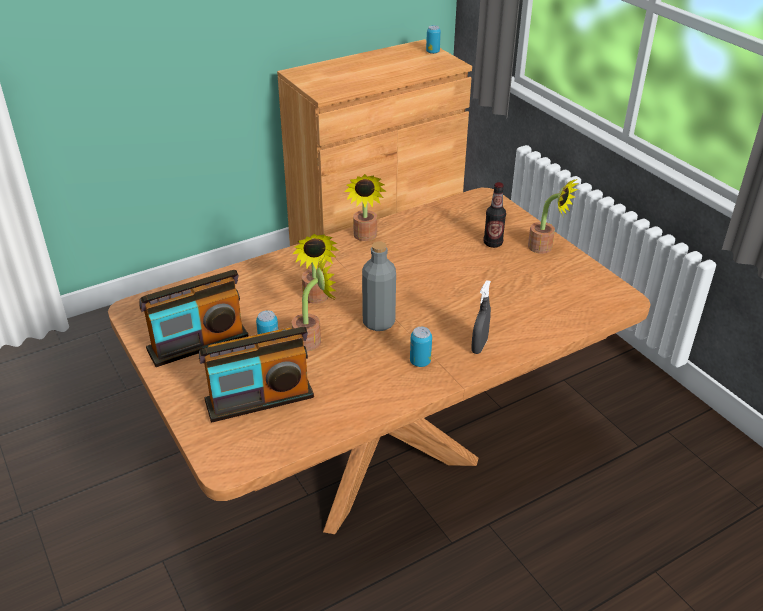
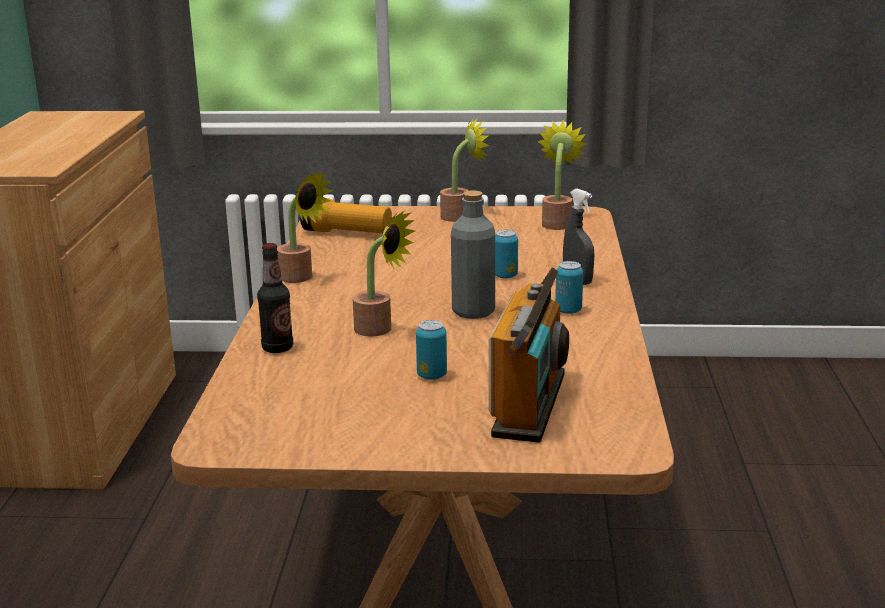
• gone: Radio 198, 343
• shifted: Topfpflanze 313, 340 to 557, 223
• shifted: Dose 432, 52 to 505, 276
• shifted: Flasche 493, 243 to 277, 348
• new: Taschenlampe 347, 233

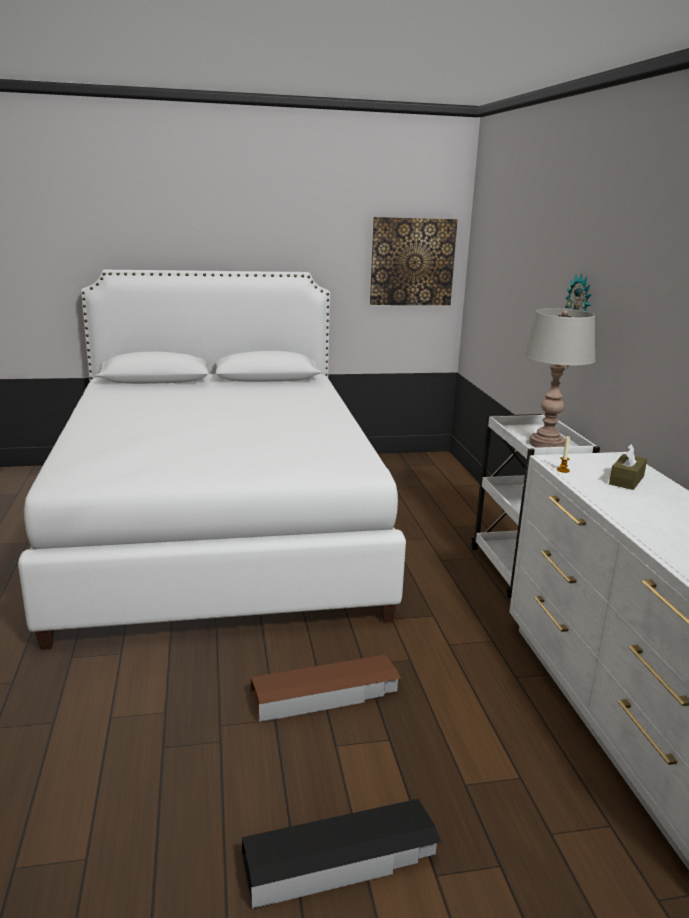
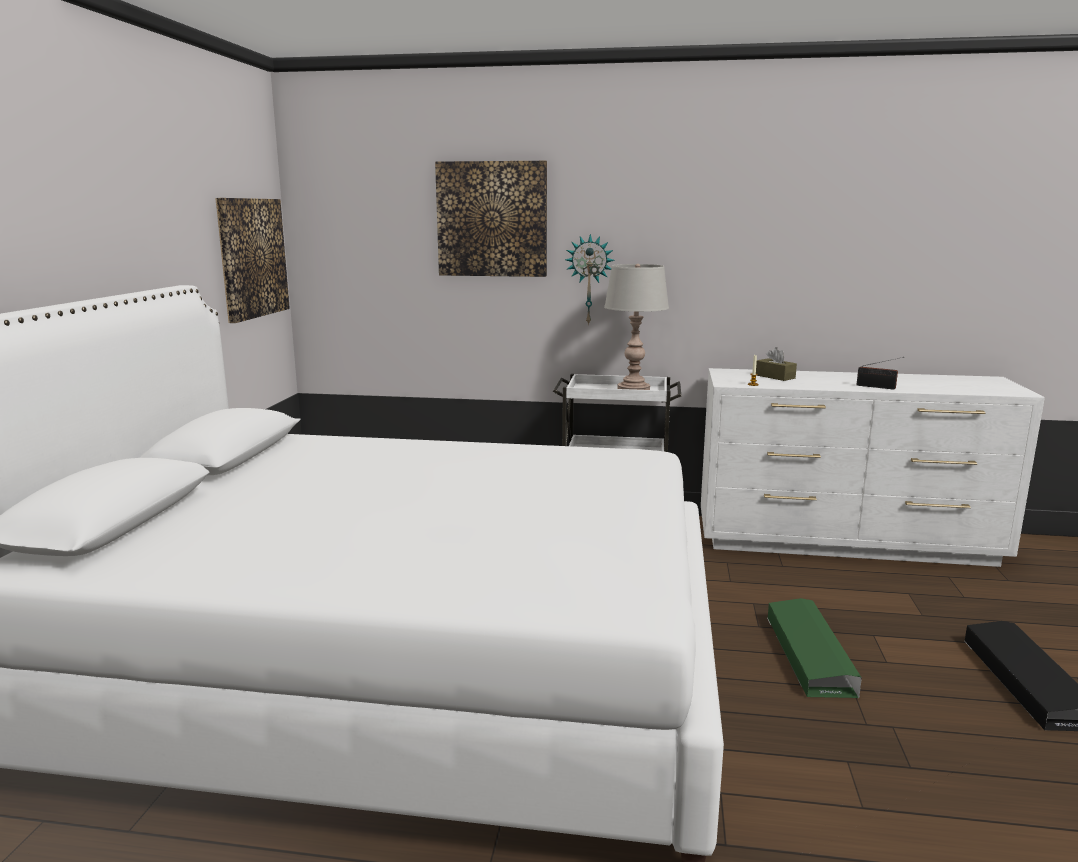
• repainted: Aufbewahrungsbox [braun] 325, 694 to Aufbewahrungsbox [grün] 809, 654
• new: Bild 492, 219
• new: Radio 878, 387

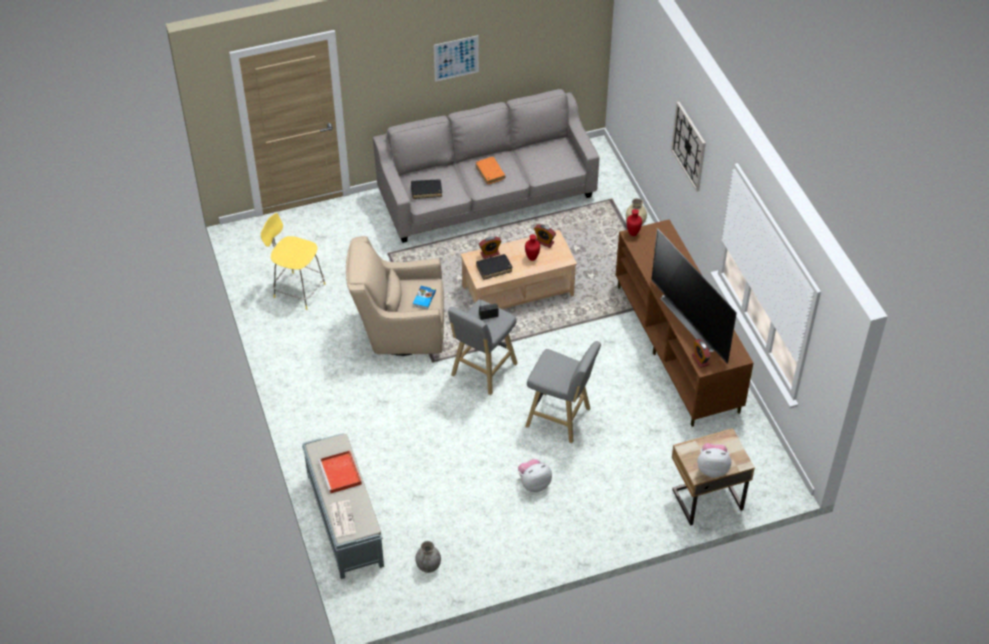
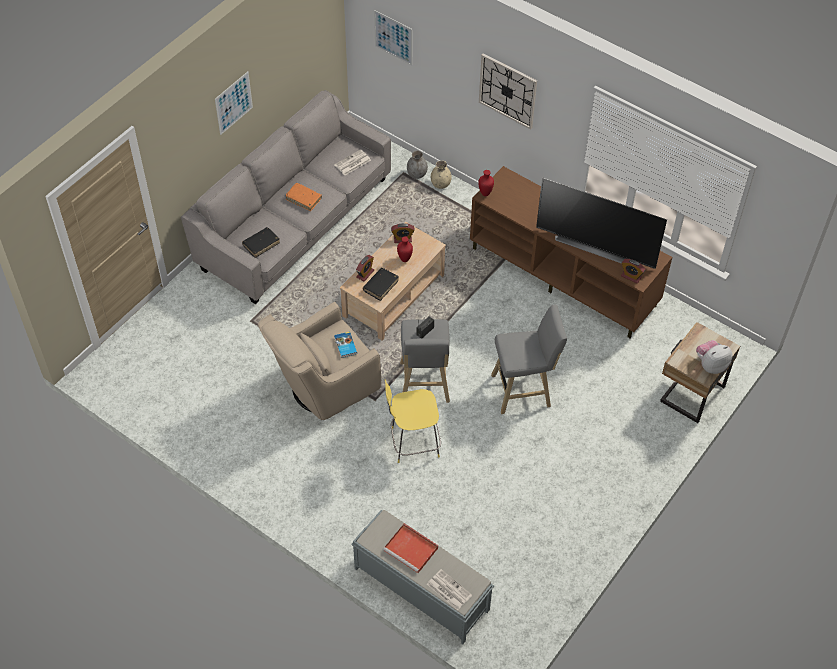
• shifted: Hocker [gelb] 298, 290 to 413, 442
• shifted: Vase [grau] 428, 566 to 417, 174
• gone: Plüschtier 534, 483
• new: Zeitung 352, 163
• new: Bild 393, 37

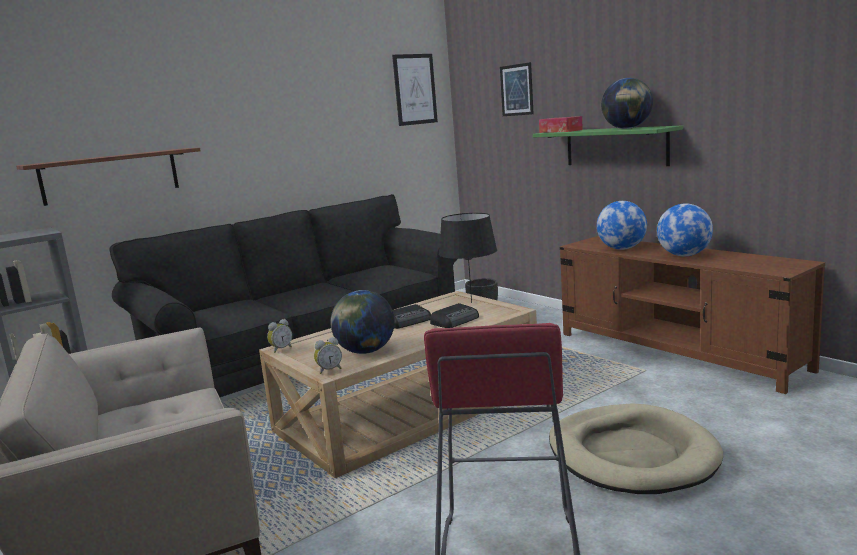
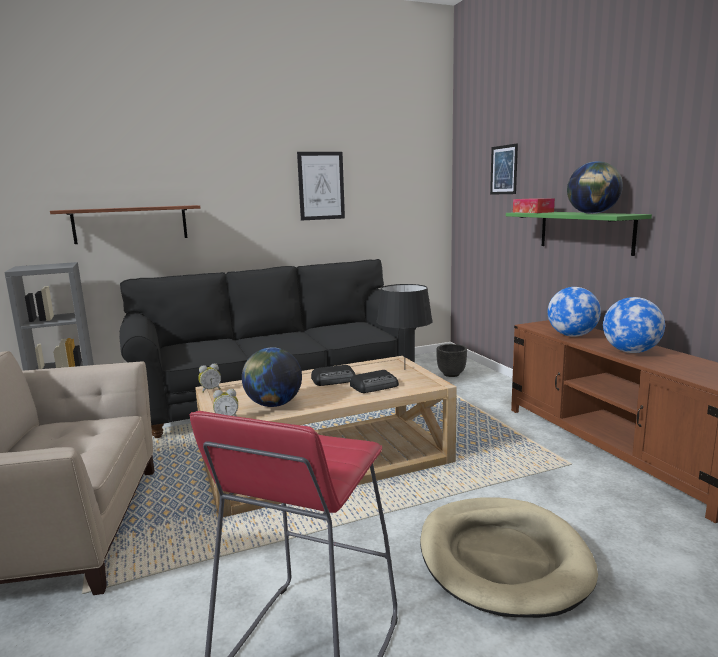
• shifted: Bild 415, 89 to 321, 186

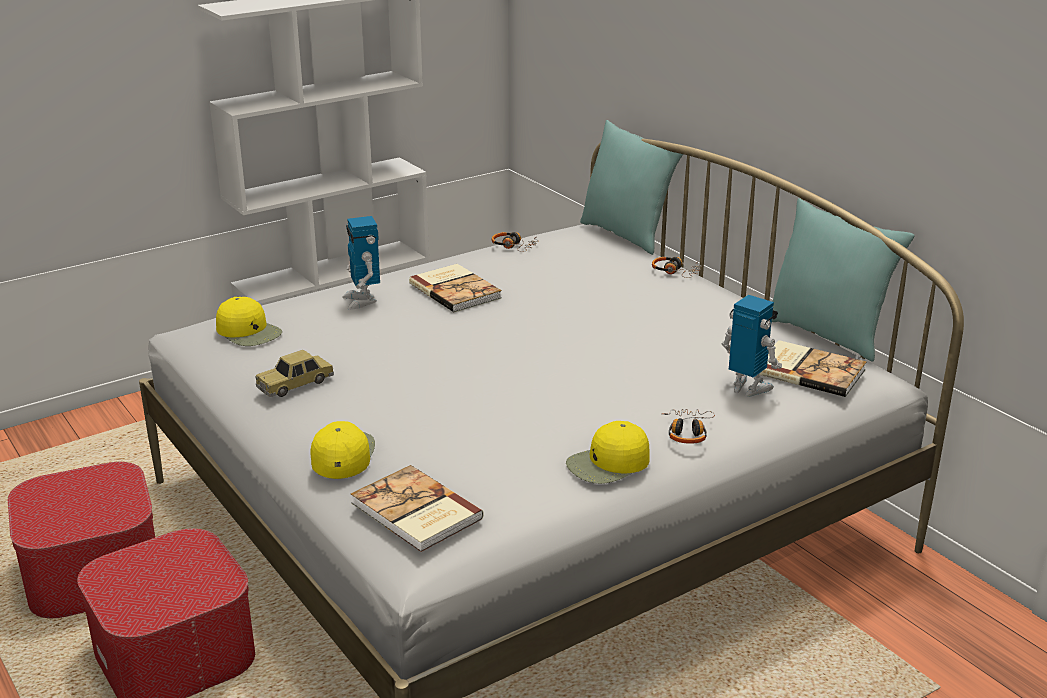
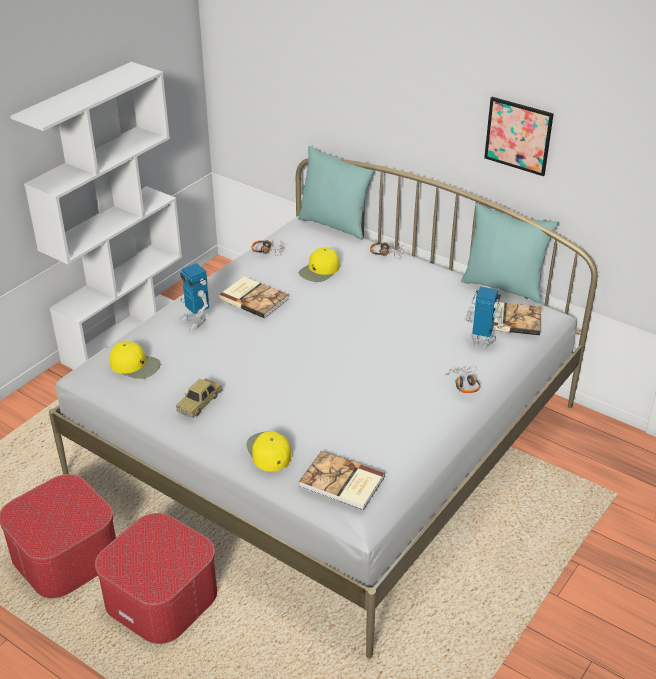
• shifted: Kappe [gelb] 608, 464 to 319, 271
• new: Bild 518, 136

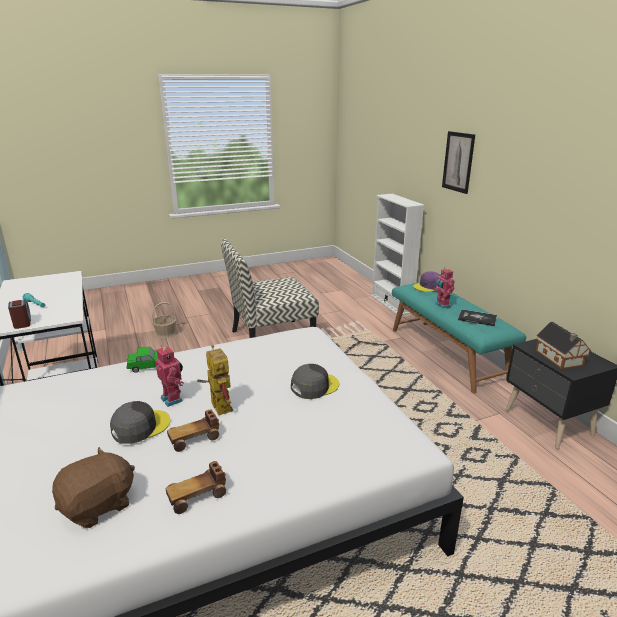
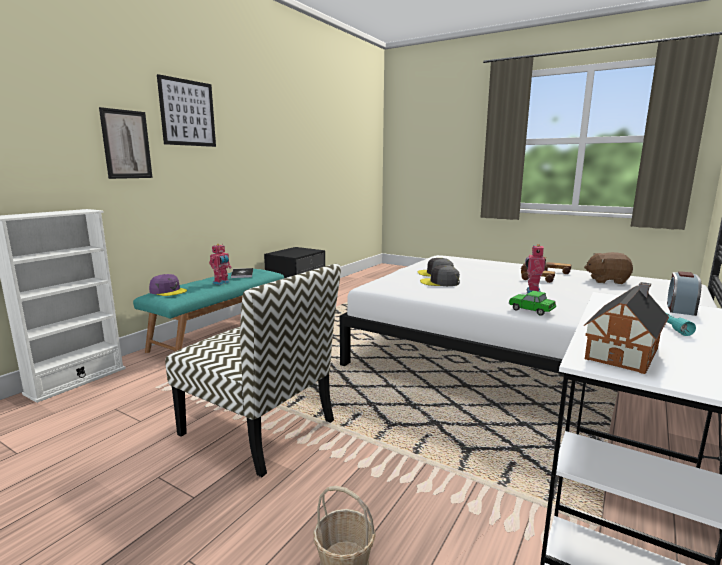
• shifted: Kappe [grau] 140, 427 to 440, 282
• gone: Spielzeugroboter 217, 405
• shifted: Spielzeughaus 560, 358 to 624, 352
• new: Bild 187, 113

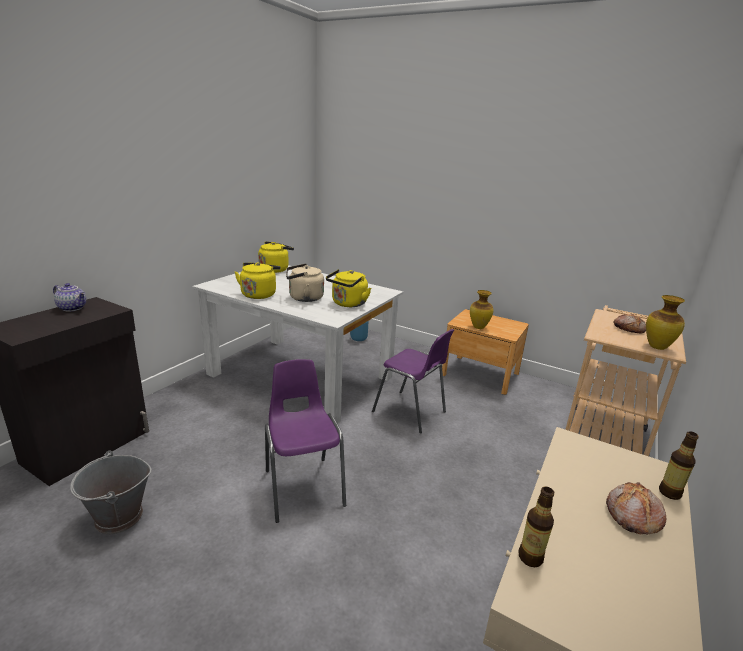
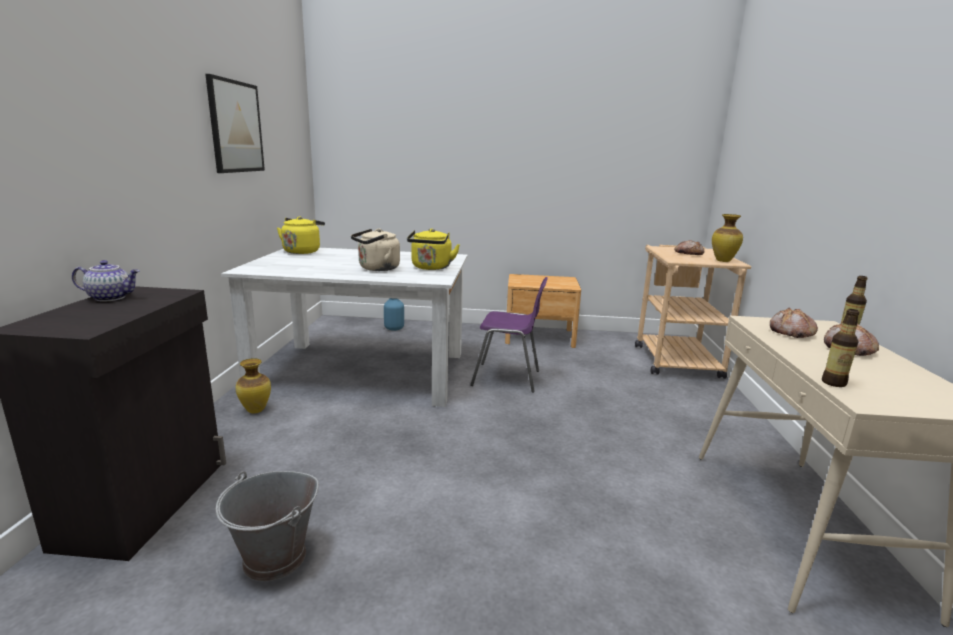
• gone: Wasserkessel [gelb] 259, 294
• gone: Stuhl [lila] 303, 486
• shifted: Vase 478, 327 to 255, 410
• new: Bild 235, 127
• new: Brot 790, 332

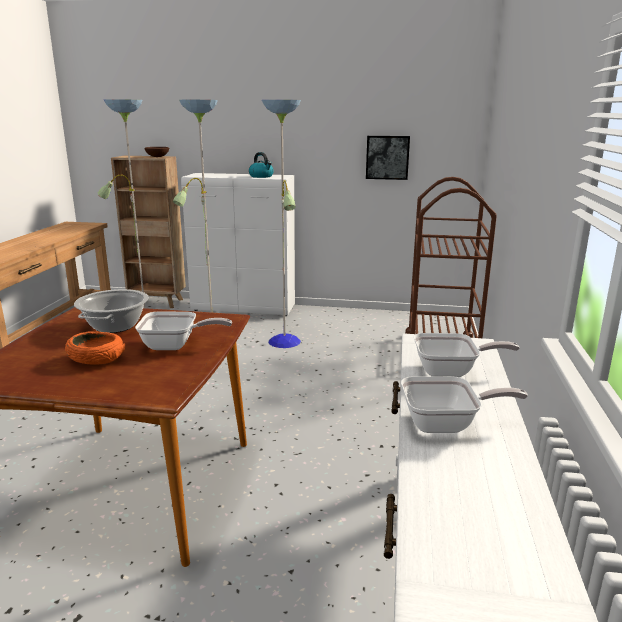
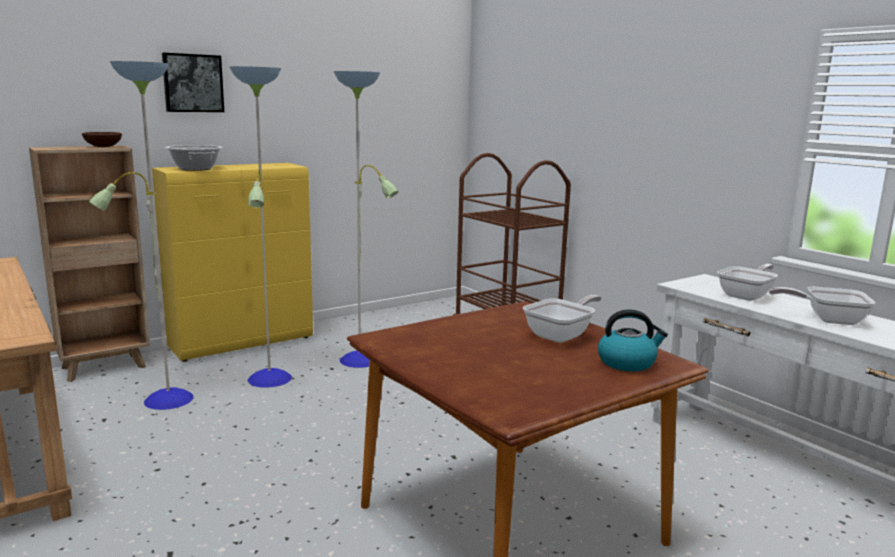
• gone: Schüssel [orange] 97, 359
• shifted: Kochtopf 115, 326 to 195, 169
• repainted: Schrank [weiß] 244, 308 to Schrank [gelb] 243, 343
• shifted: Wasserkessel 261, 176 to 627, 362
• shifted: Bild 387, 157 to 193, 83
• rotated: Pfanne 446, 424 = 827, 319 120 degrees counterclockwise

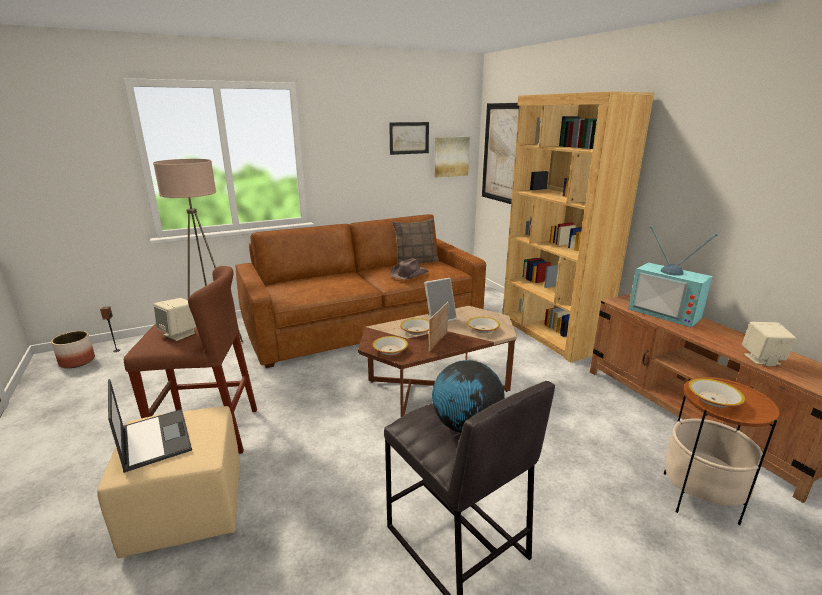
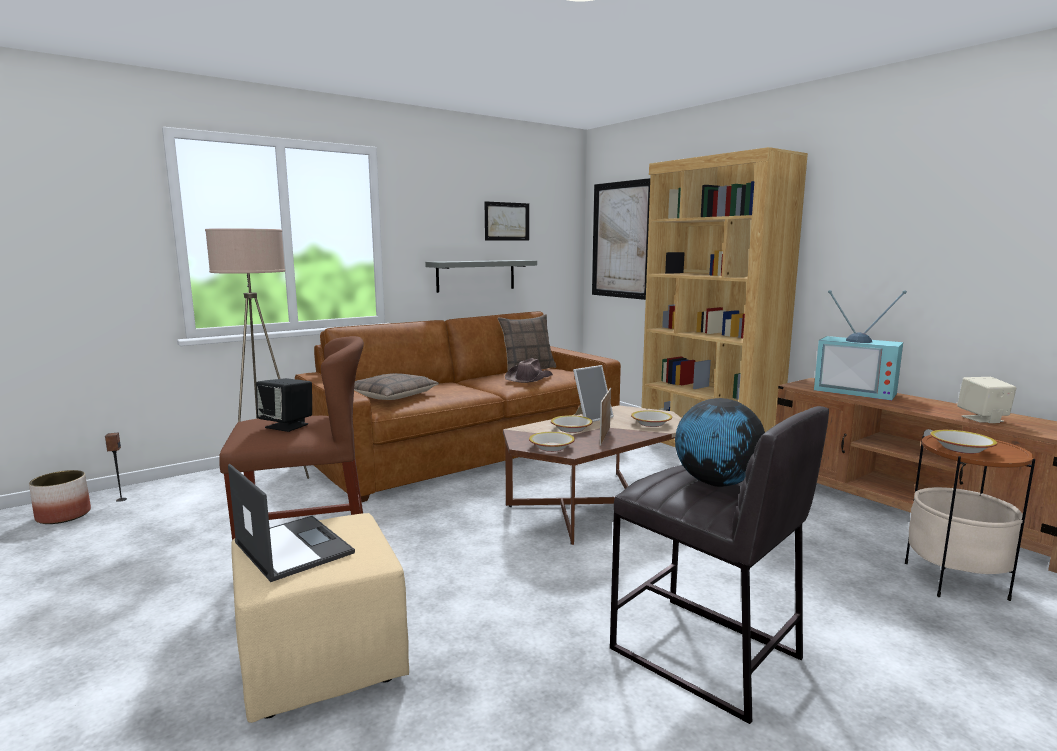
• repainted: Lautsprecher [beige] 180, 334 to Lautsprecher [schwarz] 287, 426
• gone: Bild 451, 156
• new: Kissen 390, 396
• new: Wandregal [grau] 476, 275

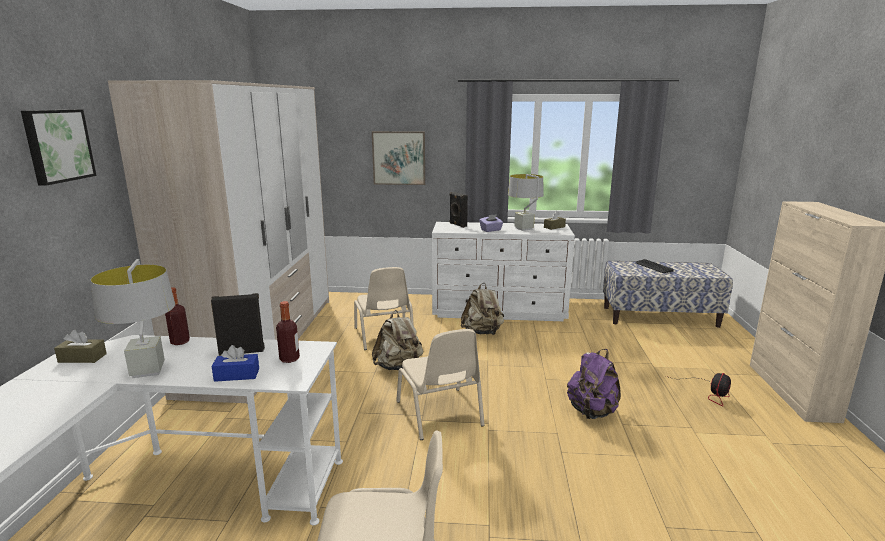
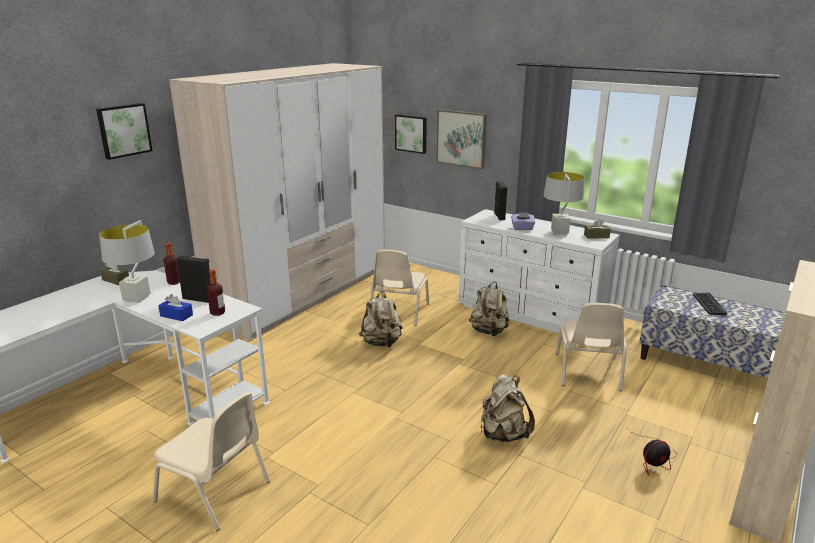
• shifted: Stuhl [beige] 440, 414 to 588, 372
• repainted: Rucksack [lila] 592, 412 to Rucksack [beige] 503, 434
• new: Bild 411, 133

